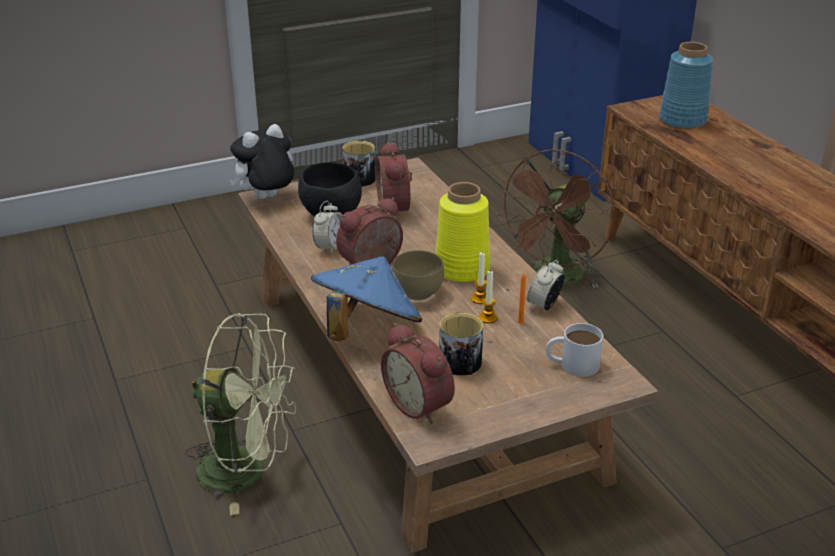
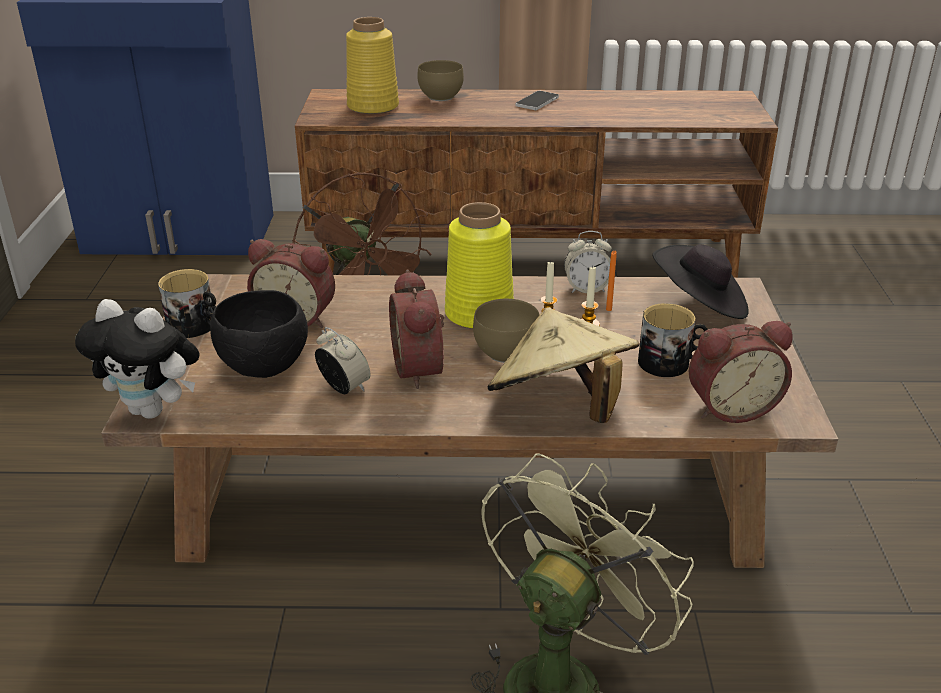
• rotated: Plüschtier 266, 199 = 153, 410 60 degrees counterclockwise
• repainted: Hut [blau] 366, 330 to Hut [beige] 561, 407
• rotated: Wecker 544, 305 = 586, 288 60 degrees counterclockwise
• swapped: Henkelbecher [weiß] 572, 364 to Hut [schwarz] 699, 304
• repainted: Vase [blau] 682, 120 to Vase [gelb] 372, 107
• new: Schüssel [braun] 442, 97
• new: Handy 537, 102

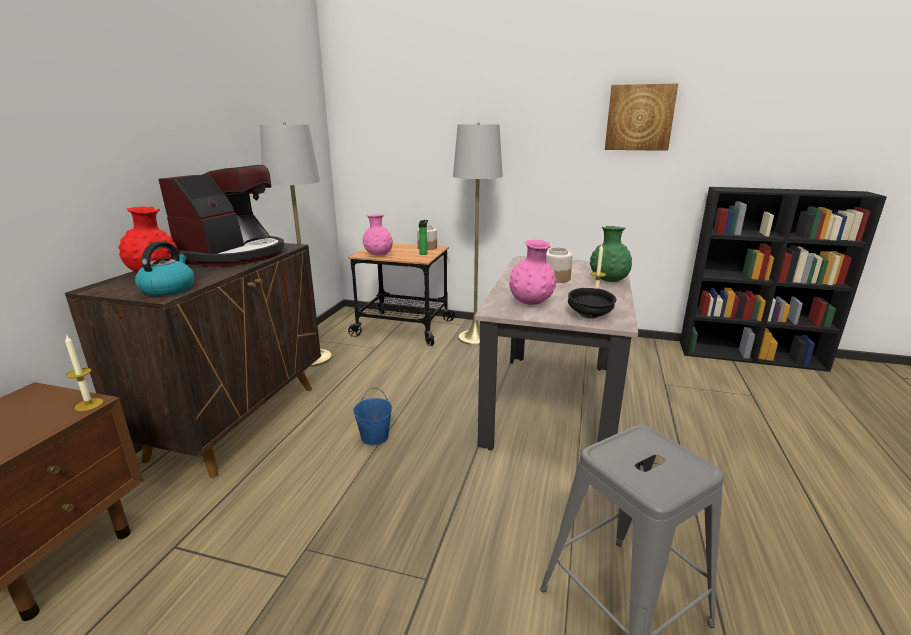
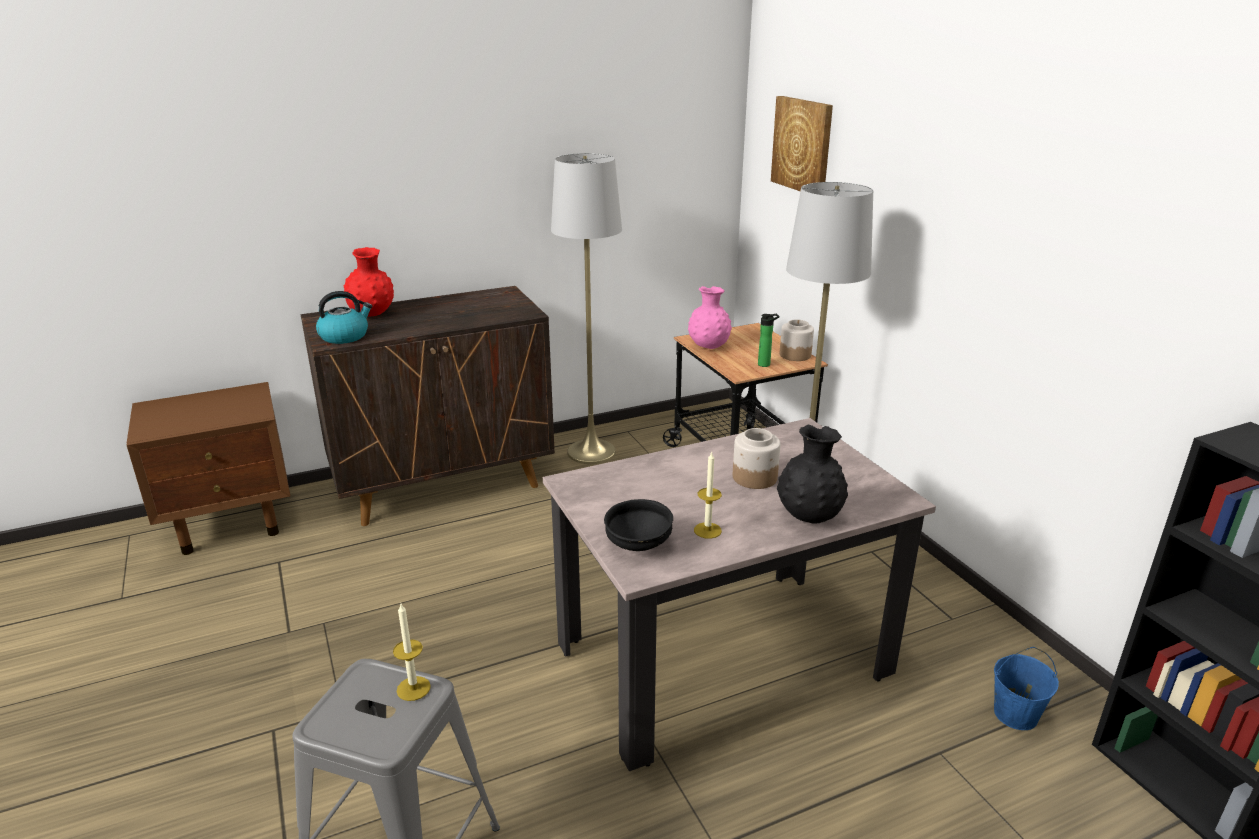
• shifted: Kerze 89, 404 to 413, 688
• gone: Kaffeemaschine 234, 255
• shifted: Eimer [blau] 374, 437 to 1015, 714
• gone: Vase [rosa] 531, 303
• repainted: Vase [grün] 608, 281 to Vase [schwarz] 809, 517
• shifted: Bild 639, 118 to 803, 145

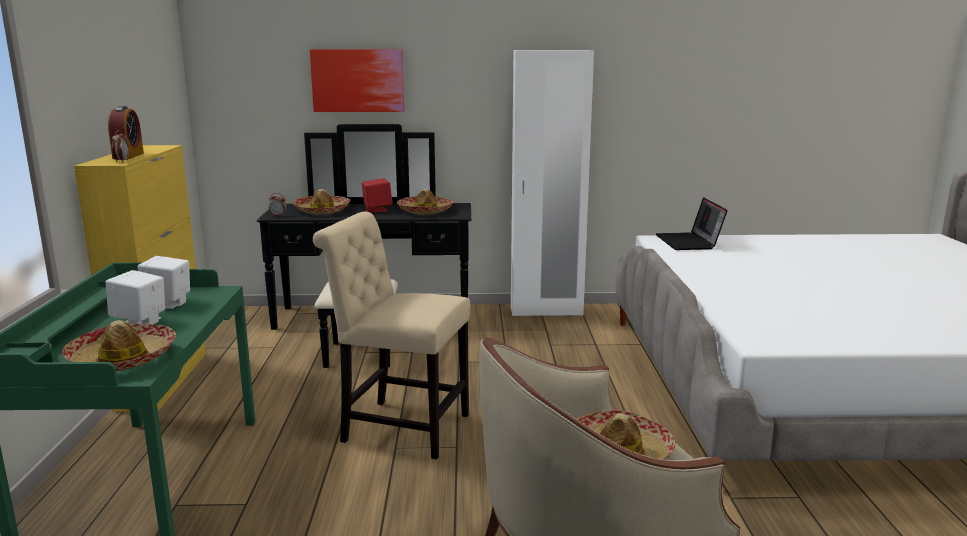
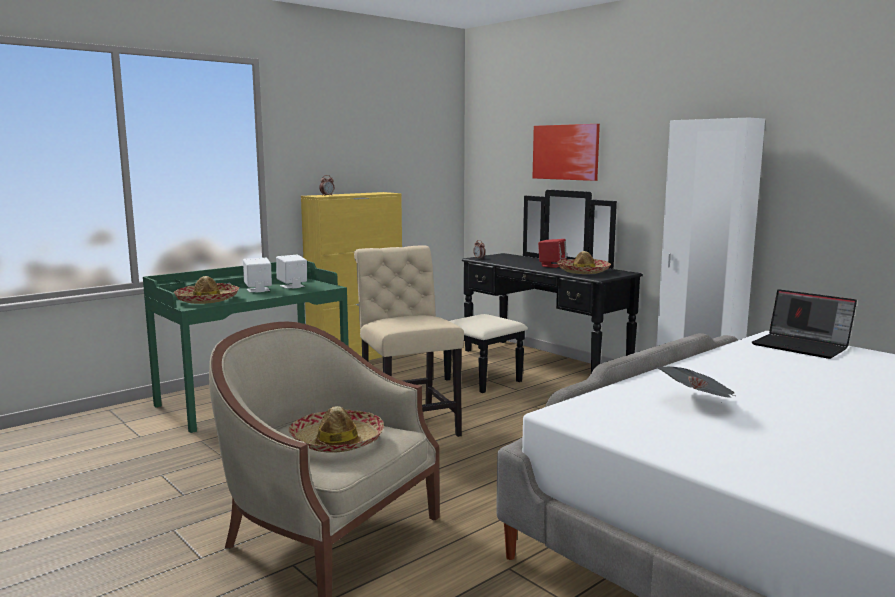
• gone: Wecker 128, 156
• gone: Hut 322, 211
• rotated: Laptop 689, 242 = 802, 346 90 degrees counterclockwise
• new: Zeitung 697, 403

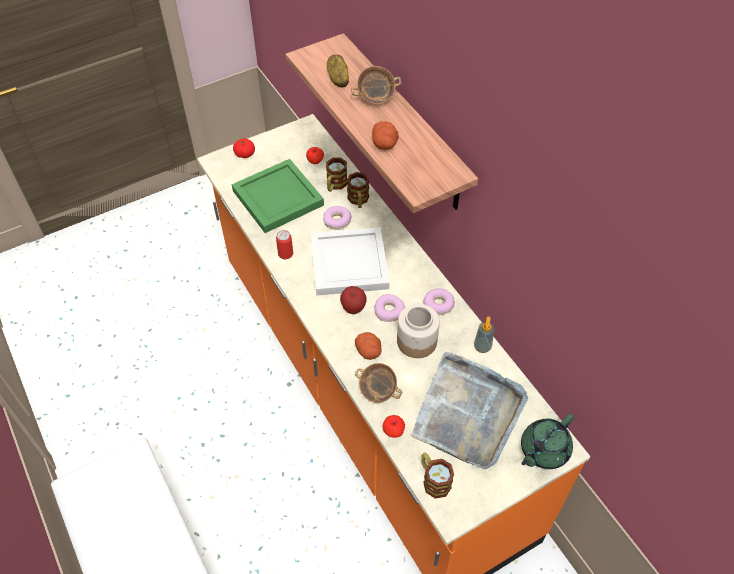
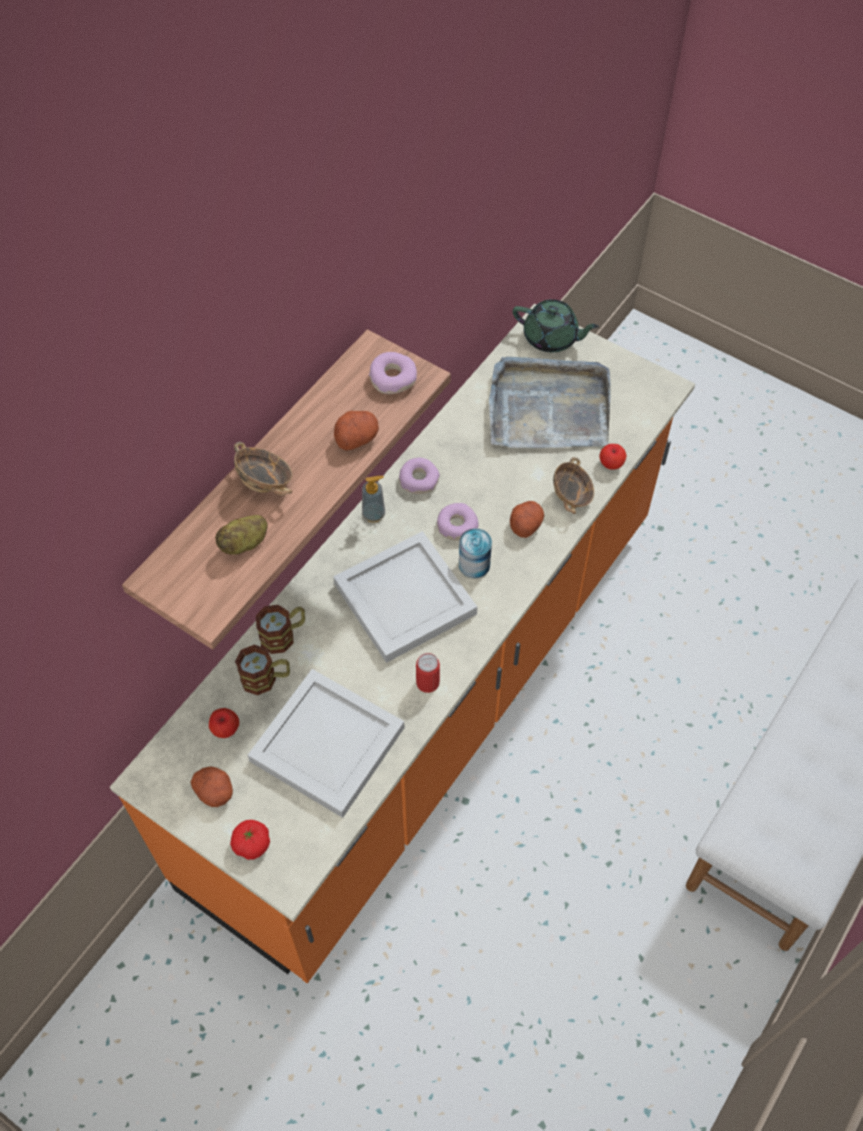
• repainted: Tablett [grün] 277, 199 to Tablett [weiß] 330, 744
• shifted: Donut 337, 221 to 393, 378
• swapped: Apfel 353, 308 to Dose 474, 564
• gone: Vorratsglas 417, 341
• gone: Henkelbecher 433, 480
• shifted: Seifenspender 482, 347 to 373, 514
• new: Kartoffel 215, 792

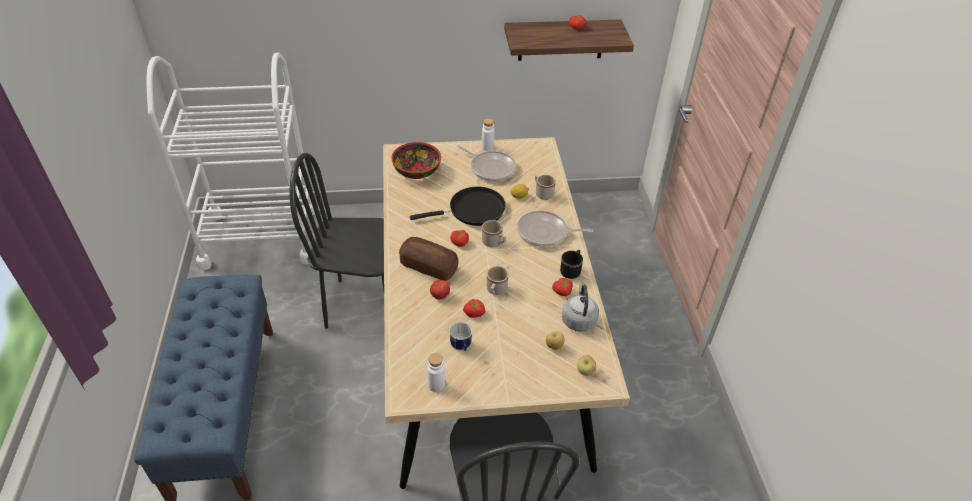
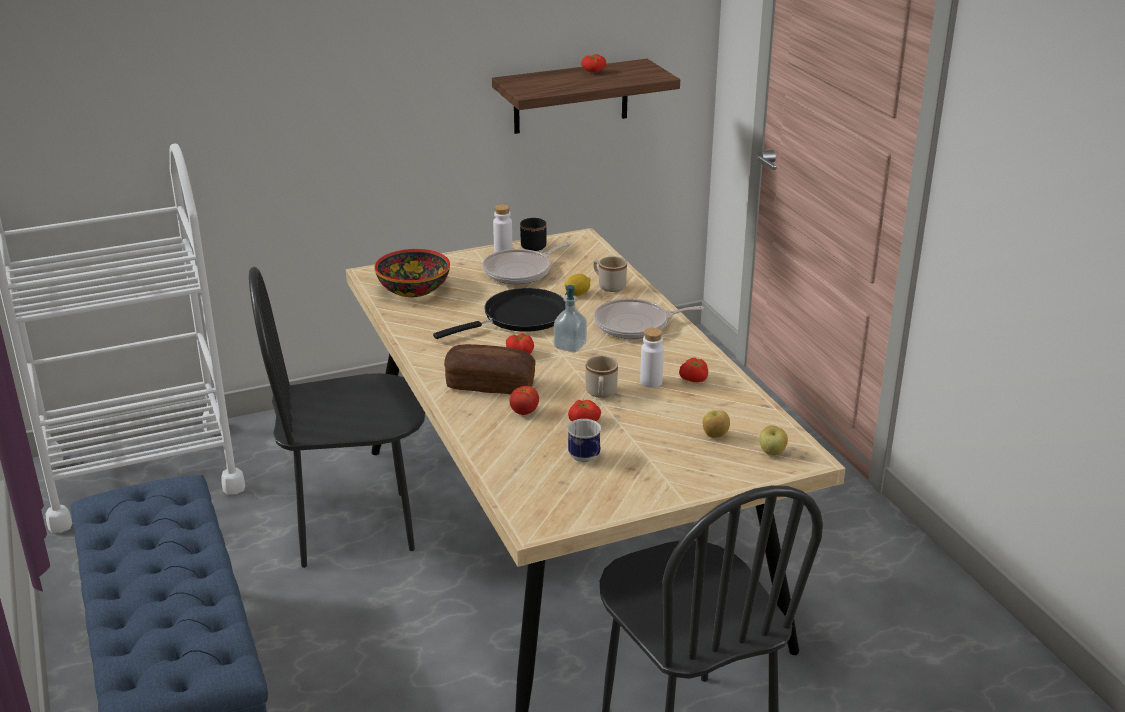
• shifted: Flasche [weiß] 436, 385 to 651, 382
• rotated: Pfanne 491, 168 = 520, 271 120 degrees clockwise
• swapped: Henkelbecher [beige] 494, 243 to Seifenspender 570, 346
• shifted: Henkelbecher [schwarz] 571, 270 to 534, 245
• gone: Wasserkessel [grau] 578, 319

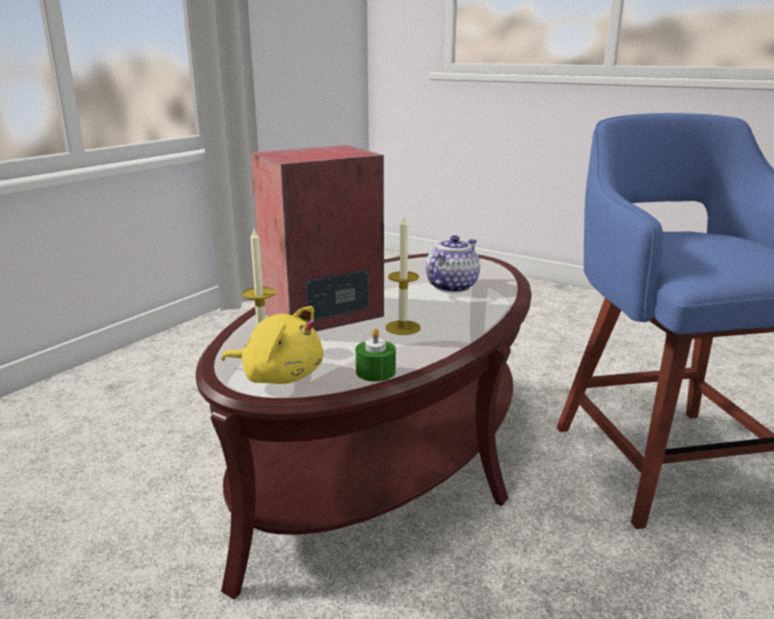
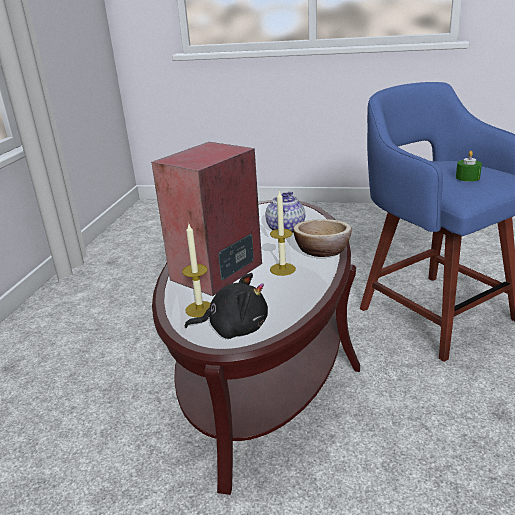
• repainted: Plüschtier [gelb] 279, 376 to Plüschtier [schwarz] 234, 328
• shifted: Kerze [grün] 375, 372 to 467, 177
• new: Schüssel 322, 251

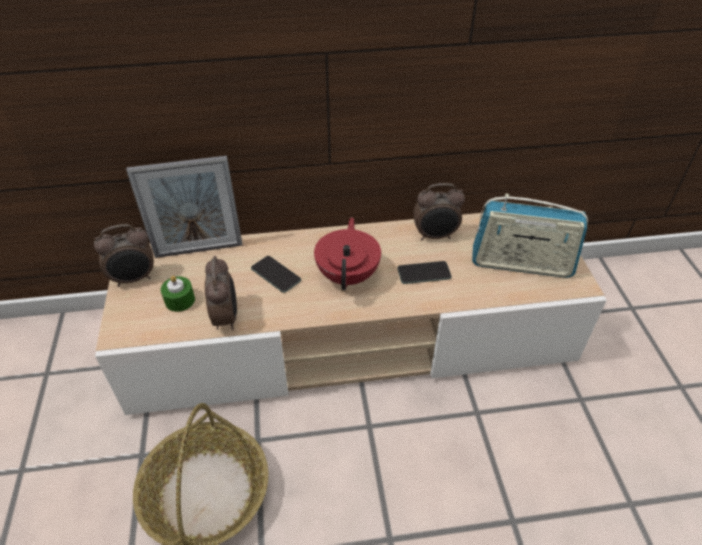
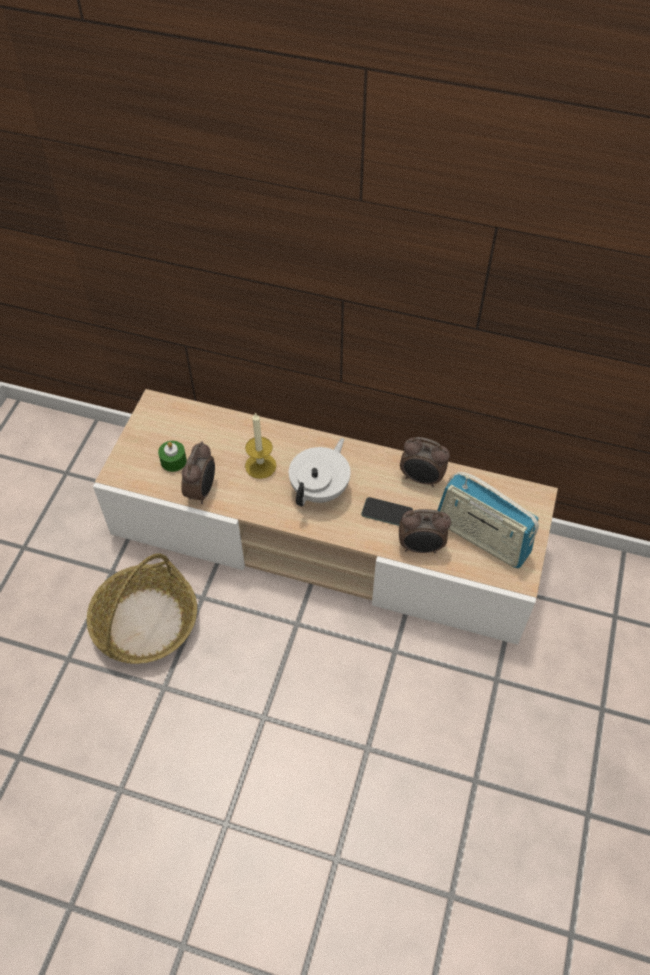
• shifted: Wecker 134, 279 to 421, 548
• gone: Bilderrahmen 199, 250
• swapped: Handy 276, 274 to Kerze 260, 466
• repainted: Teekanne [rot] 348, 275 to Teekanne [weiß] 320, 489

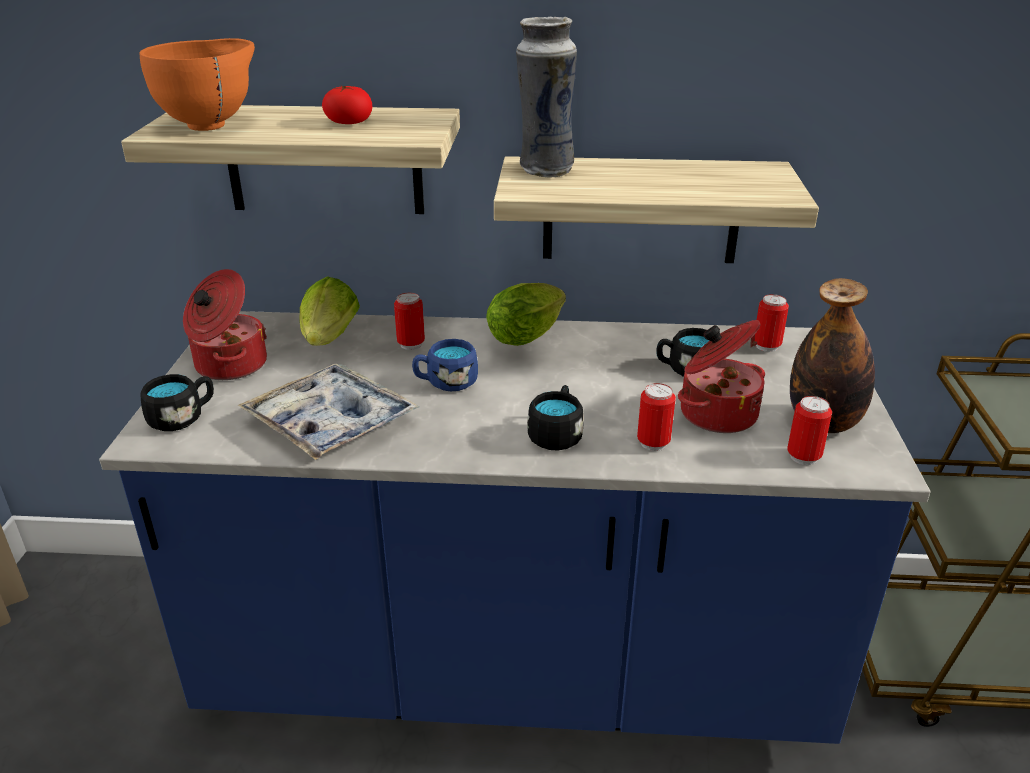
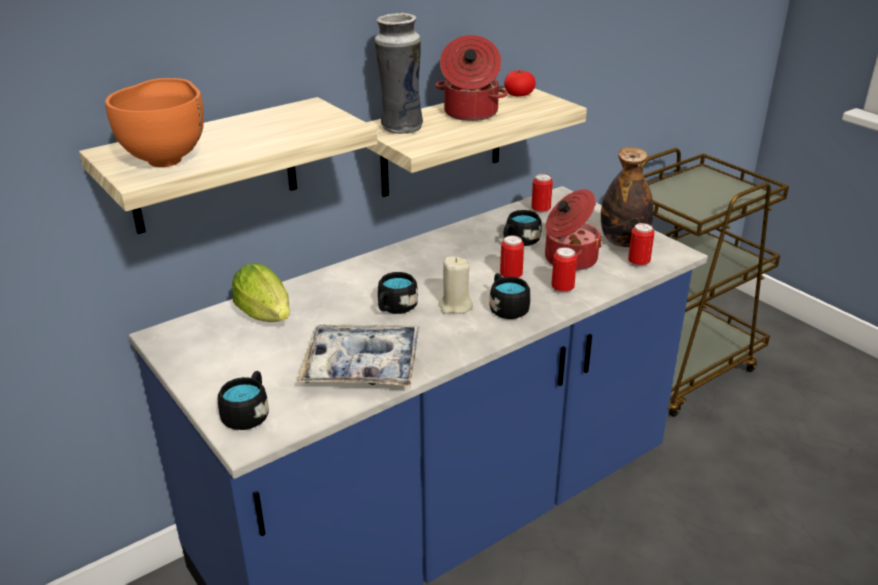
• shifted: Kochtopf 229, 365 to 470, 113
• shifted: Tomate 349, 122 to 519, 94
• shifted: Dose 411, 344 to 511, 277
• repainted: Henkelbecher [blau] 446, 382 to Henkelbecher [schwarz] 394, 308
• gone: Salatkopf 529, 335
• new: Kerze [beige] 455, 306

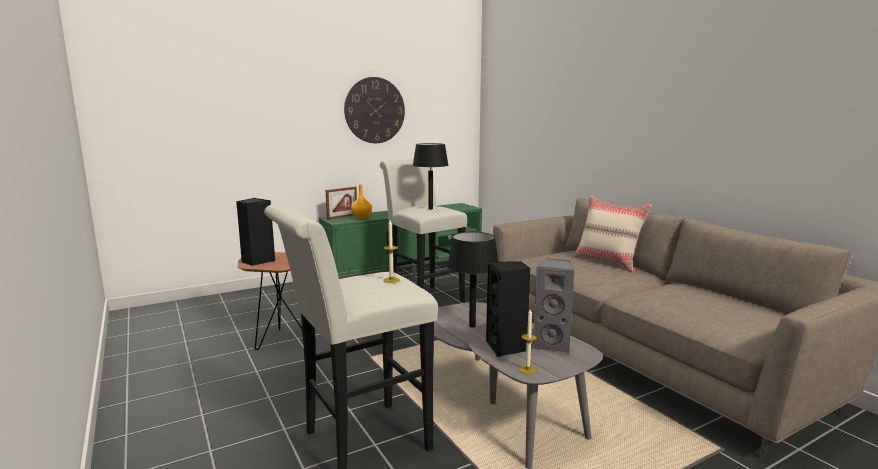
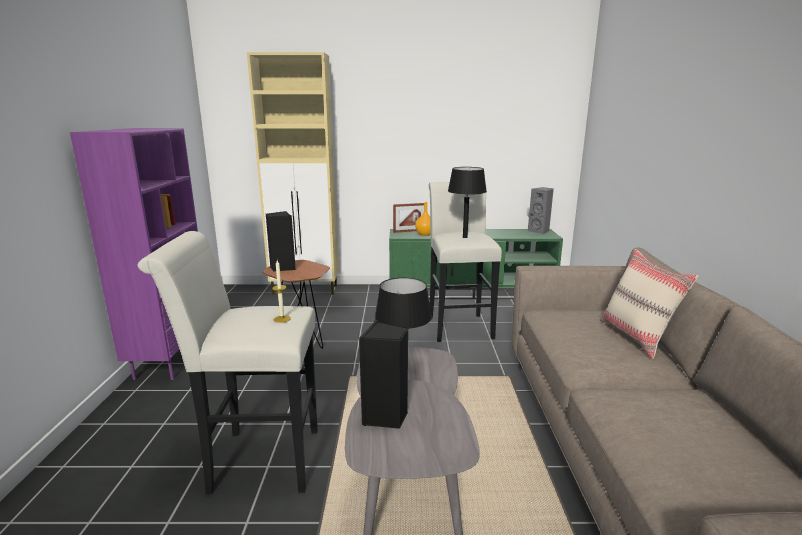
• gone: Wanduhr 374, 110
• gone: Kerze 527, 369
• shifted: Lautsprecher [grau] 552, 345 to 539, 231
• new: Bücherregal [lila] 171, 358
• new: Schrank [beige] 306, 290

